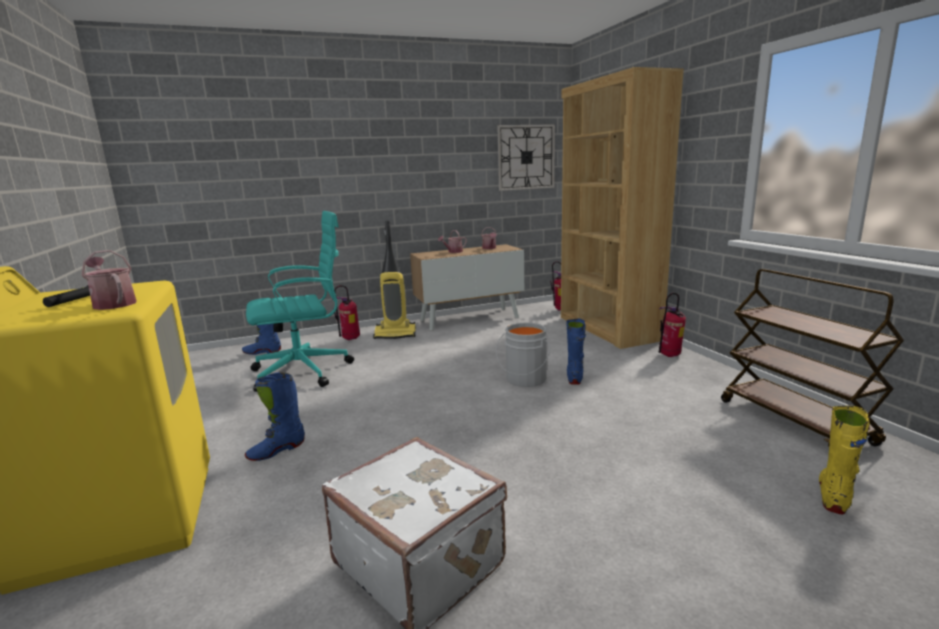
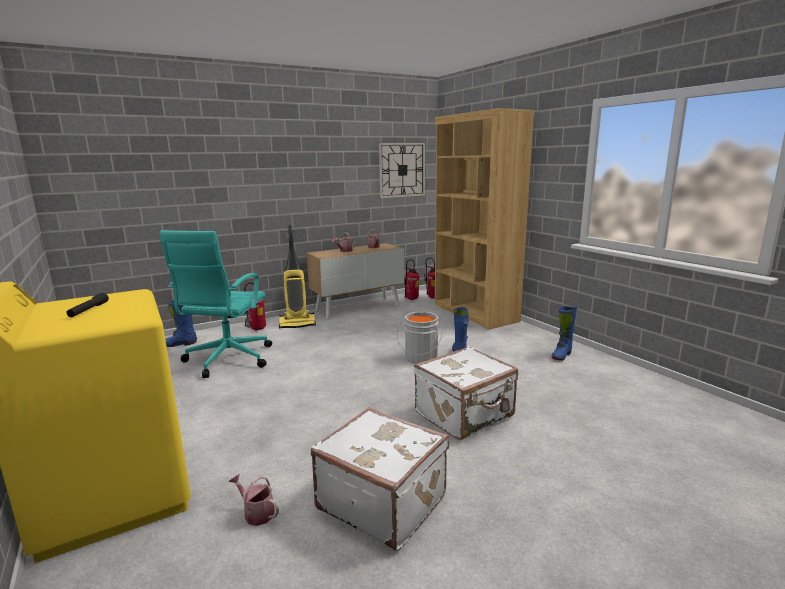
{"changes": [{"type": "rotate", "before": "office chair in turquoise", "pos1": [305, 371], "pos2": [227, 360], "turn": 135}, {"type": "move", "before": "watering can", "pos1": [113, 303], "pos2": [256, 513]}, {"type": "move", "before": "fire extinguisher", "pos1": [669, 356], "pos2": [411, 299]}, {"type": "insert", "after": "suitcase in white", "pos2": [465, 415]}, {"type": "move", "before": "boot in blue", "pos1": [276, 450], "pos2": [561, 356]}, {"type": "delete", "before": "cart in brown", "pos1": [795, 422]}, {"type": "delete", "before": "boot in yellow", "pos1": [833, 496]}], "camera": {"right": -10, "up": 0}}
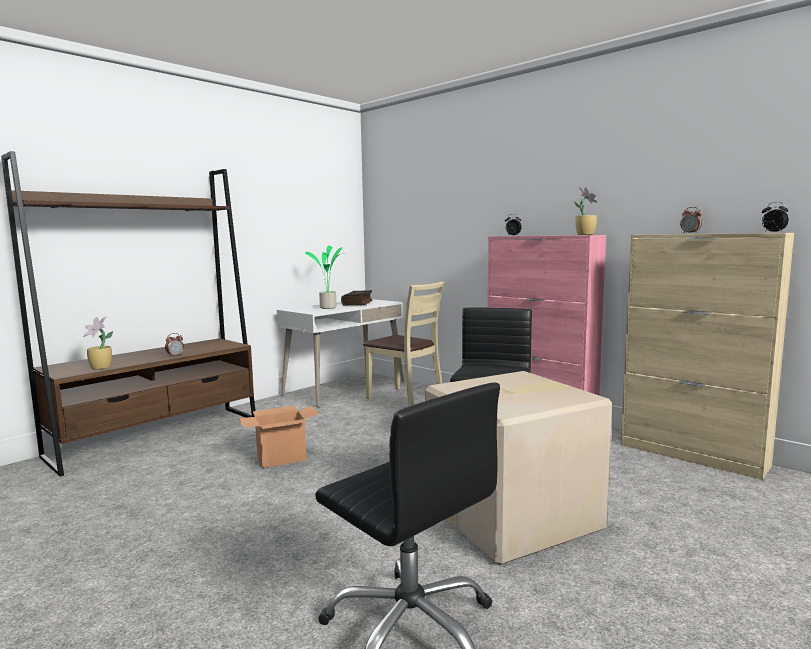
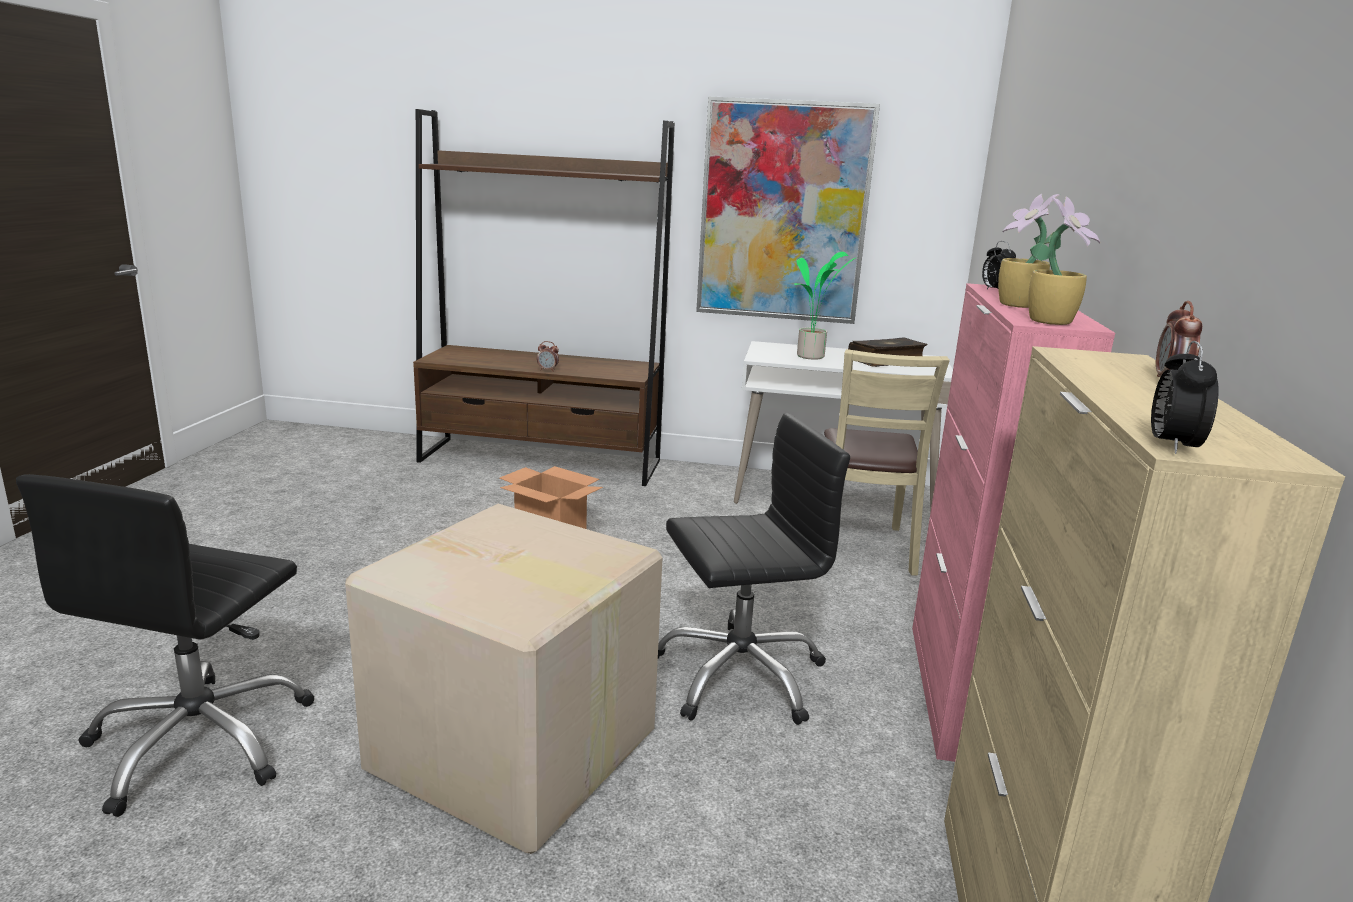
{"changes": [{"type": "insert", "after": "picture", "pos2": [783, 212]}, {"type": "move", "before": "potted plant", "pos1": [101, 368], "pos2": [1018, 305]}], "camera": {"right": 55, "up": 10}}
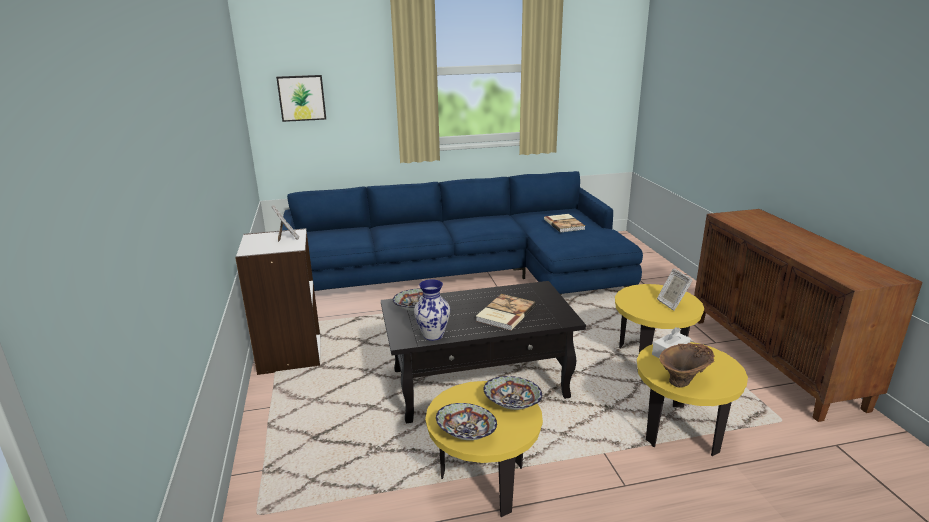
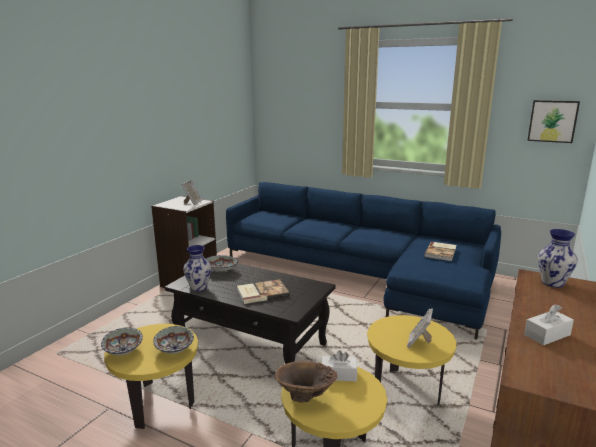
{"changes": [{"type": "insert", "after": "tissue box in white", "pos2": [547, 335]}, {"type": "move", "before": "picture", "pos1": [302, 98], "pos2": [552, 121]}, {"type": "insert", "after": "vase", "pos2": [552, 283]}], "camera": {"right": 40, "up": -5}}
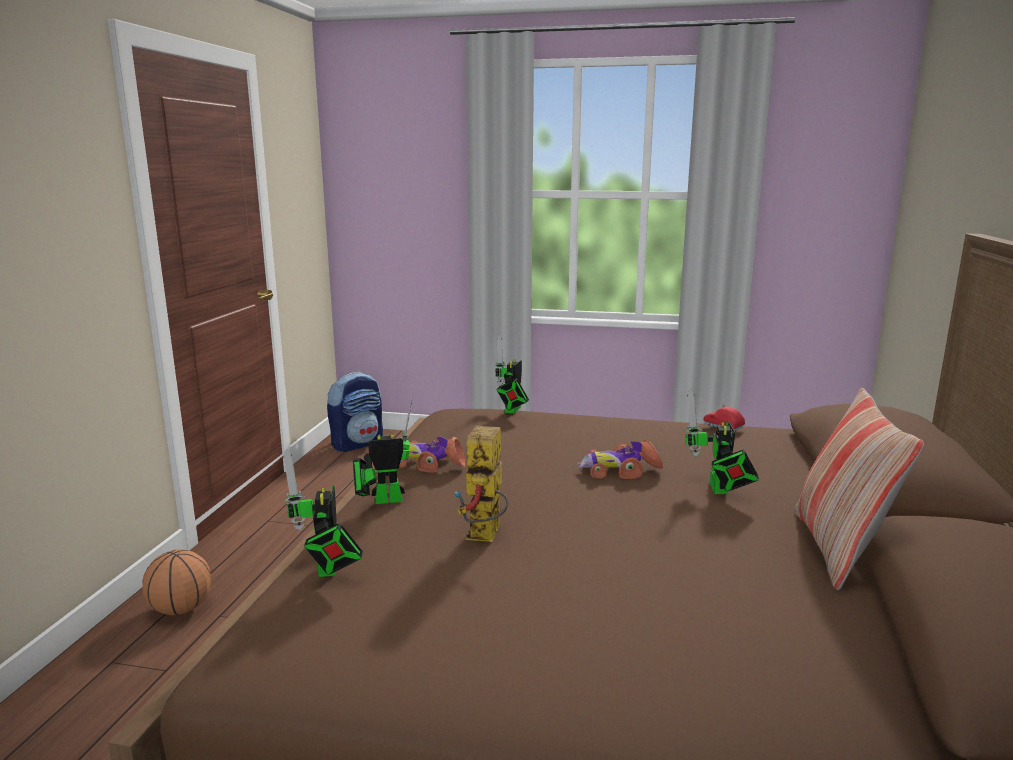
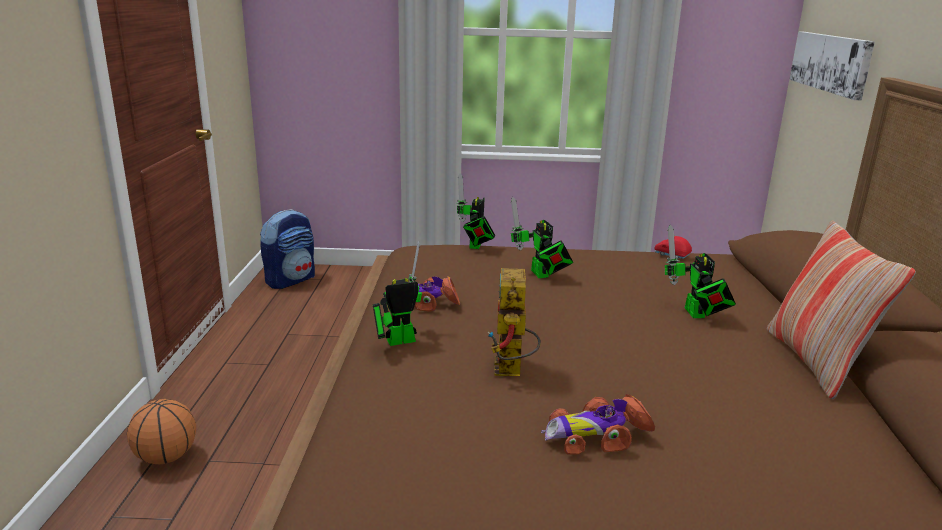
{"changes": [{"type": "move", "before": "toy robot", "pos1": [327, 570], "pos2": [541, 275]}, {"type": "move", "before": "toy car", "pos1": [619, 470], "pos2": [595, 436]}, {"type": "insert", "after": "picture", "pos2": [830, 63]}], "camera": {"right": -10, "up": 5}}
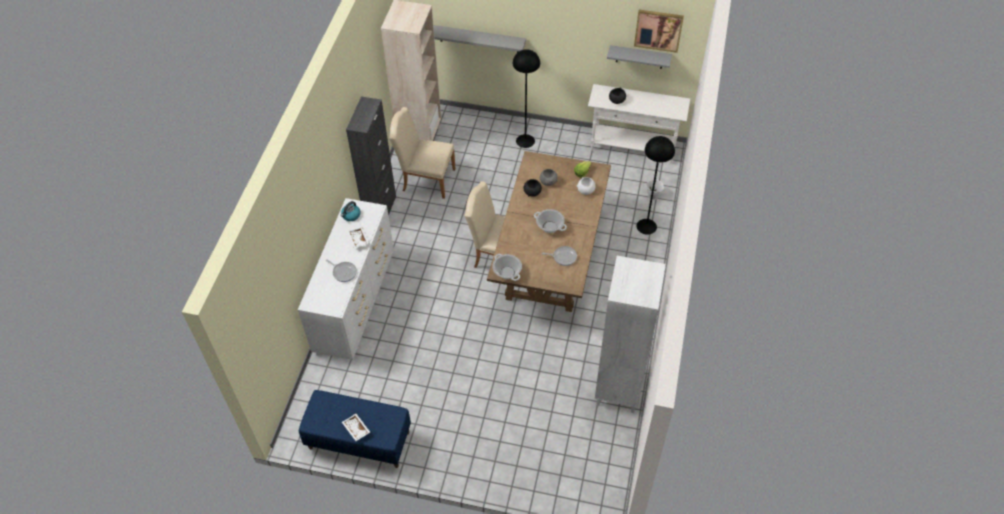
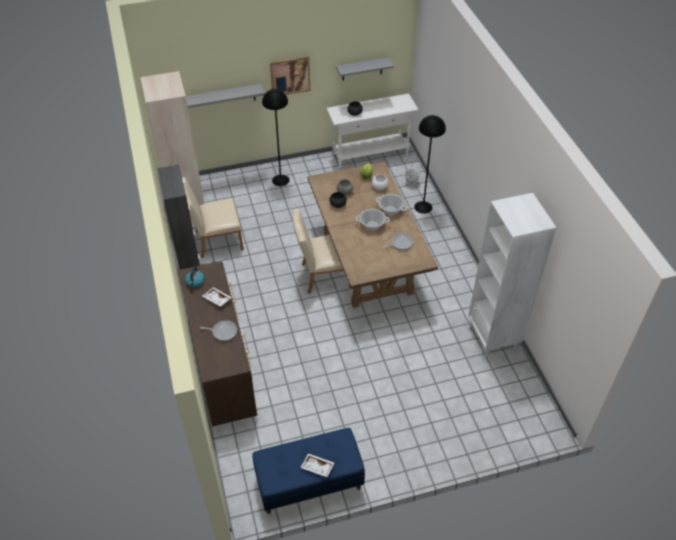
{"changes": [{"type": "recolor", "before": "dresser in white", "after": "dresser in brown", "pos1": [355, 302], "pos2": [222, 366]}, {"type": "move", "before": "picture", "pos1": [658, 30], "pos2": [290, 75]}, {"type": "move", "before": "cooking pot", "pos1": [507, 272], "pos2": [390, 210]}], "camera": {"right": -30, "up": -5}}
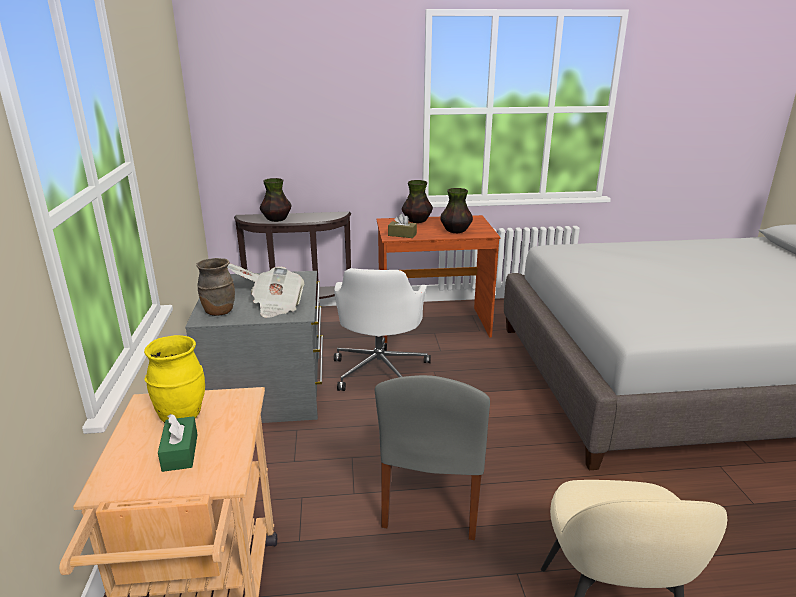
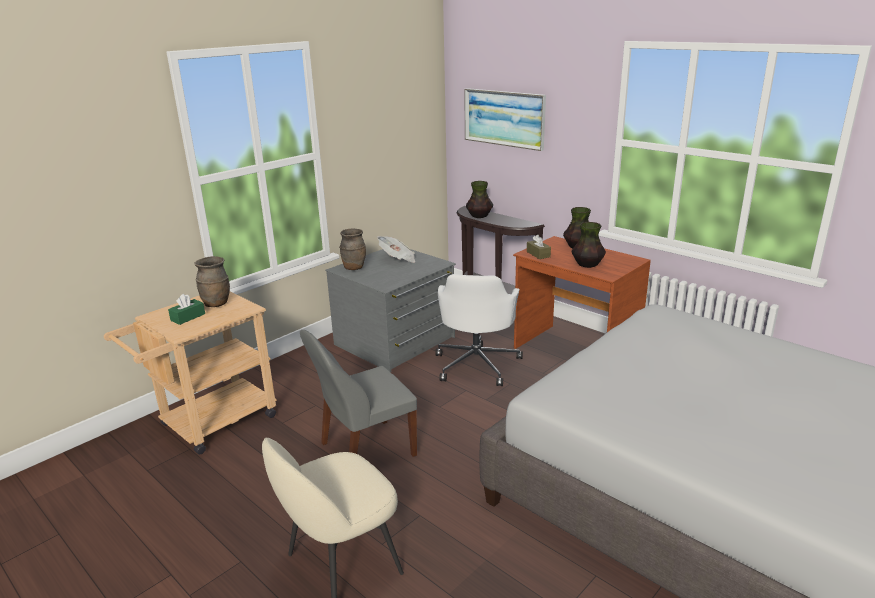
{"changes": [{"type": "recolor", "before": "vase in yellow", "after": "vase in brown", "pos1": [181, 415], "pos2": [217, 304]}, {"type": "rotate", "before": "office chair in white", "pos1": [380, 369], "pos2": [477, 364], "turn": -45}, {"type": "insert", "after": "picture", "pos2": [504, 118]}, {"type": "delete", "before": "newspaper", "pos1": [278, 306]}], "camera": {"right": 50, "up": 0}}
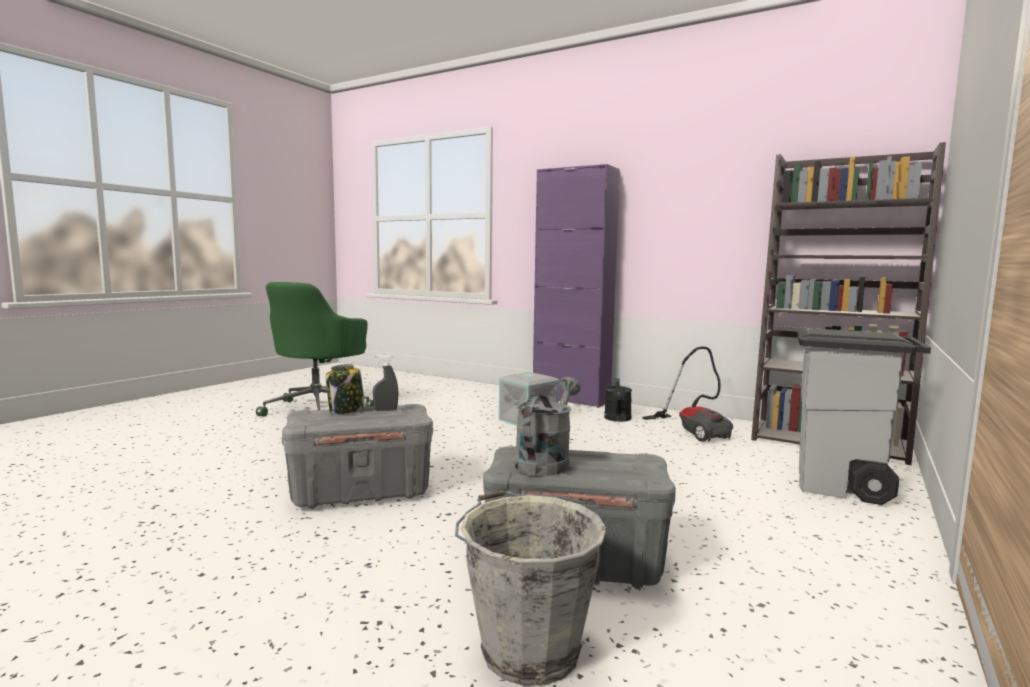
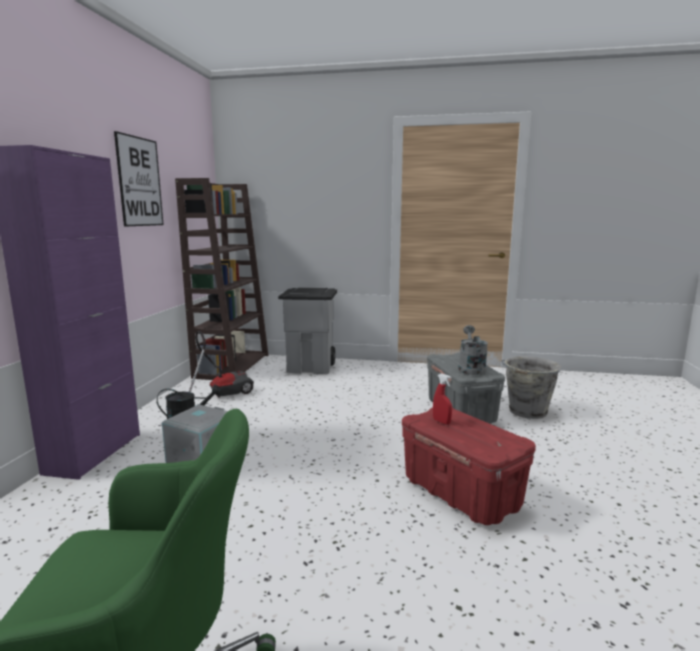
{"changes": [{"type": "insert", "after": "picture", "pos2": [140, 182]}, {"type": "recolor", "before": "storage box in grey", "after": "storage box in red", "pos1": [362, 492], "pos2": [460, 493]}, {"type": "recolor", "before": "spray bottle in grey", "after": "spray bottle in red", "pos1": [385, 410], "pos2": [441, 422]}, {"type": "rotate", "before": "watering can in grey", "pos1": [546, 461], "pos2": [471, 368], "turn": 90}, {"type": "delete", "before": "jar", "pos1": [346, 411]}], "camera": {"right": -110, "up": 5}}
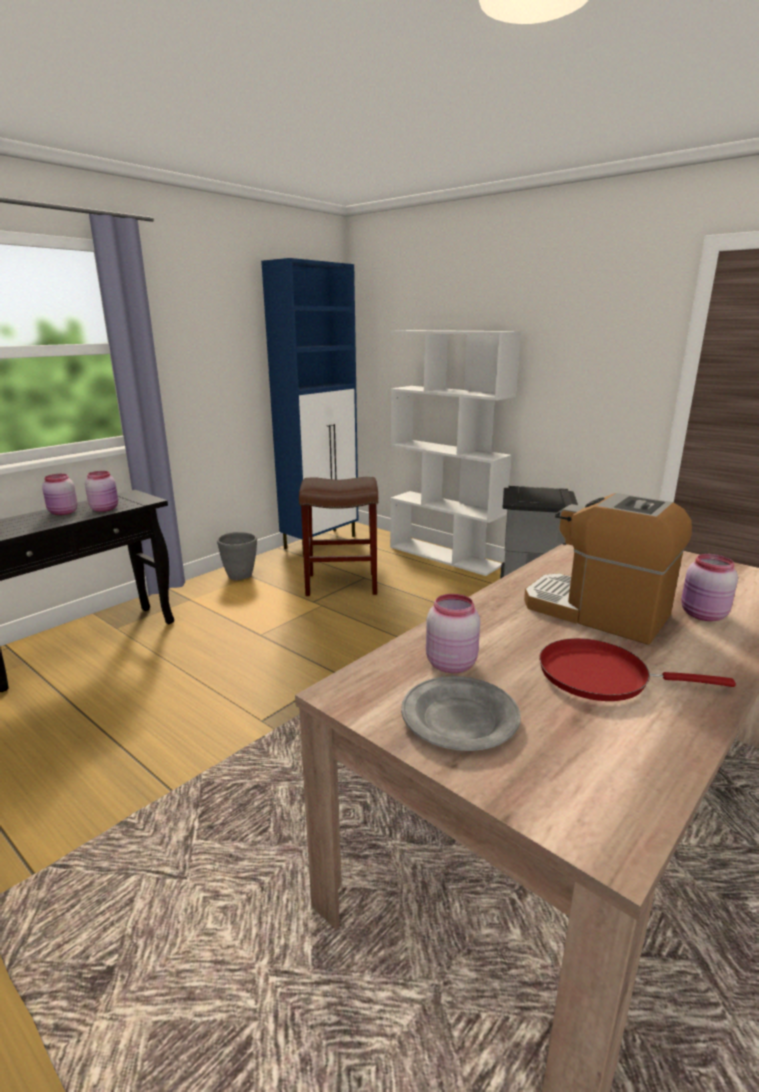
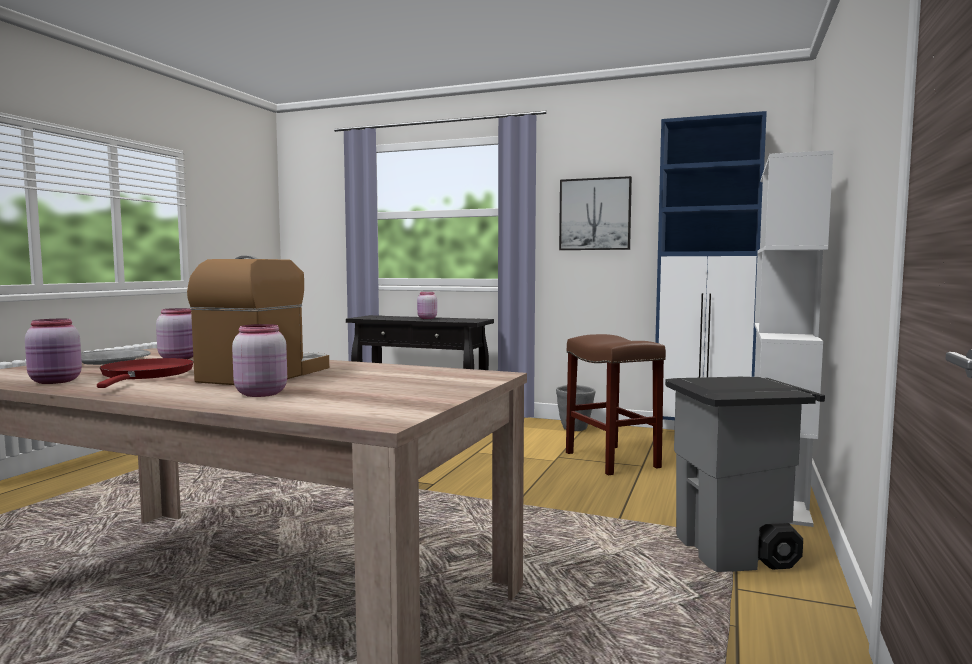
{"changes": [{"type": "move", "before": "jar in pink", "pos1": [105, 509], "pos2": [56, 381]}, {"type": "insert", "after": "picture", "pos2": [595, 214]}], "camera": {"right": 70, "up": -15}}
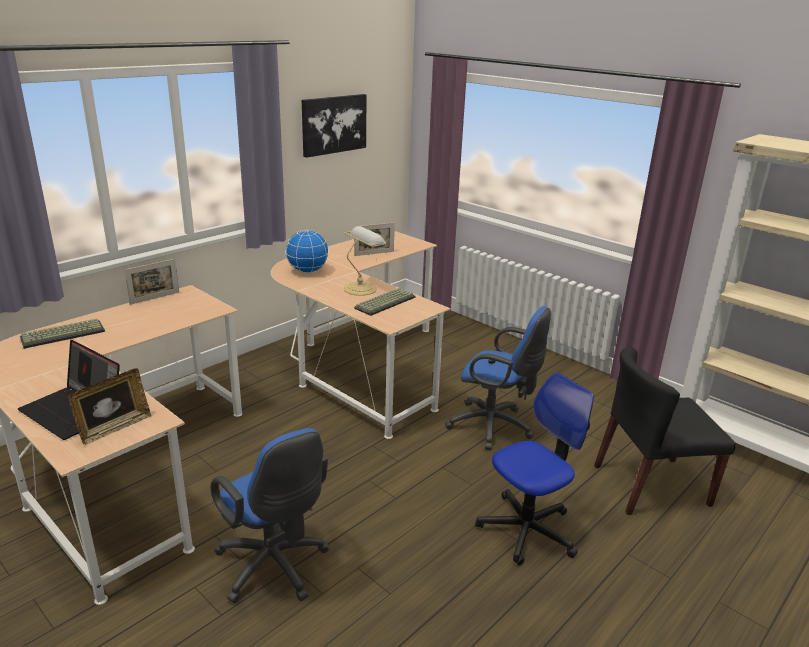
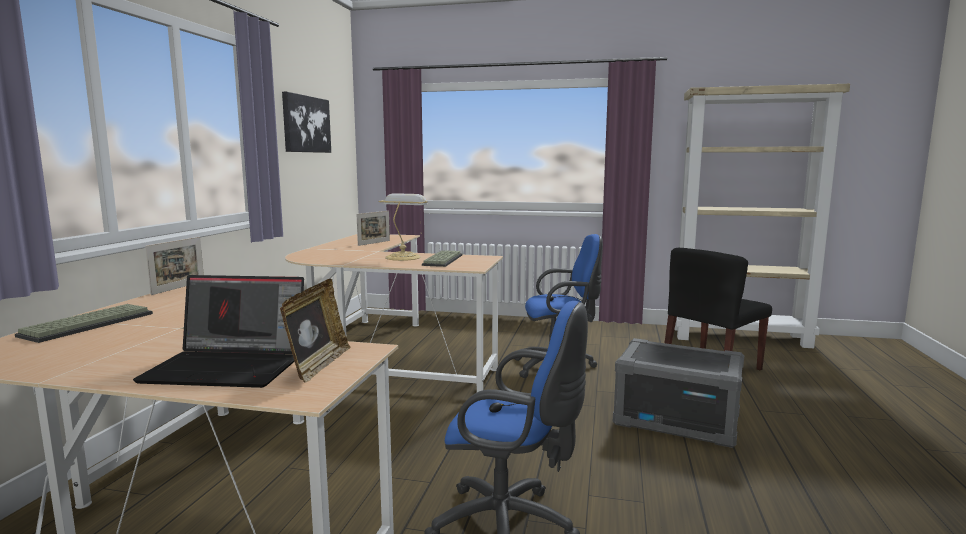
{"changes": [{"type": "replace", "before": "office chair", "after": "storage box in grey", "pos1": [527, 530], "pos2": [677, 419]}, {"type": "delete", "before": "globe", "pos1": [307, 271]}], "camera": {"right": -30, "up": -15}}
